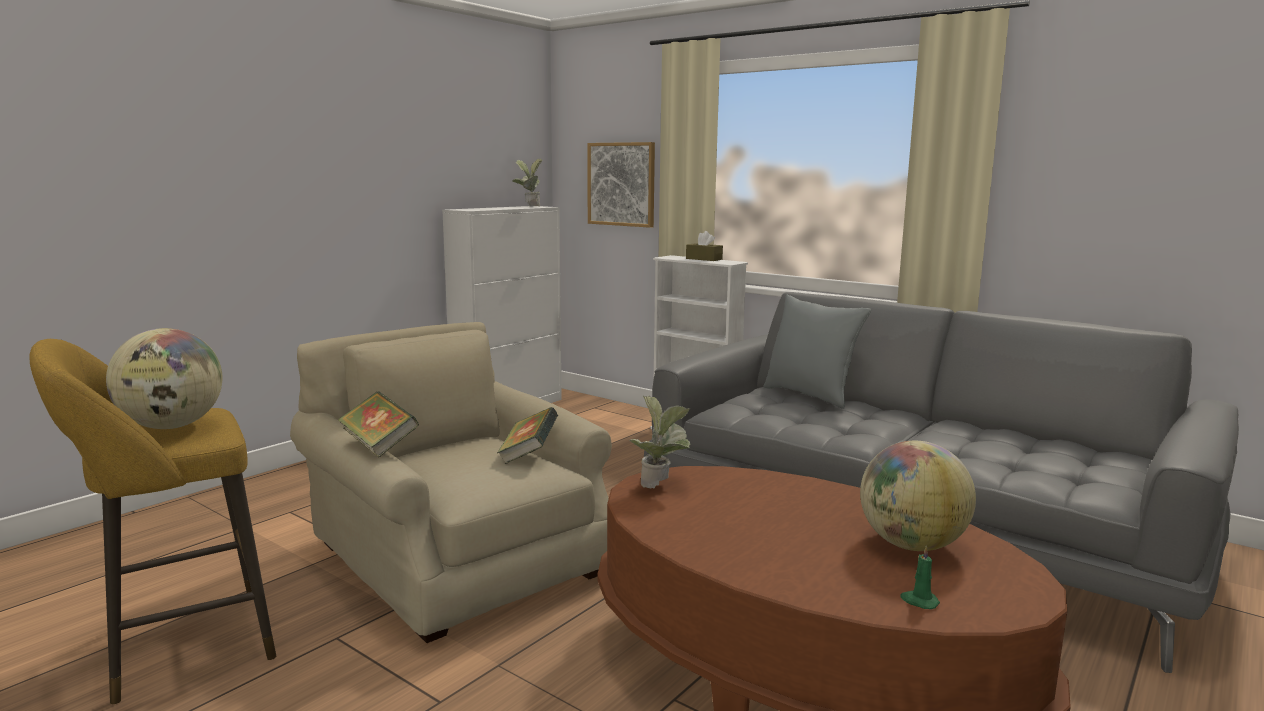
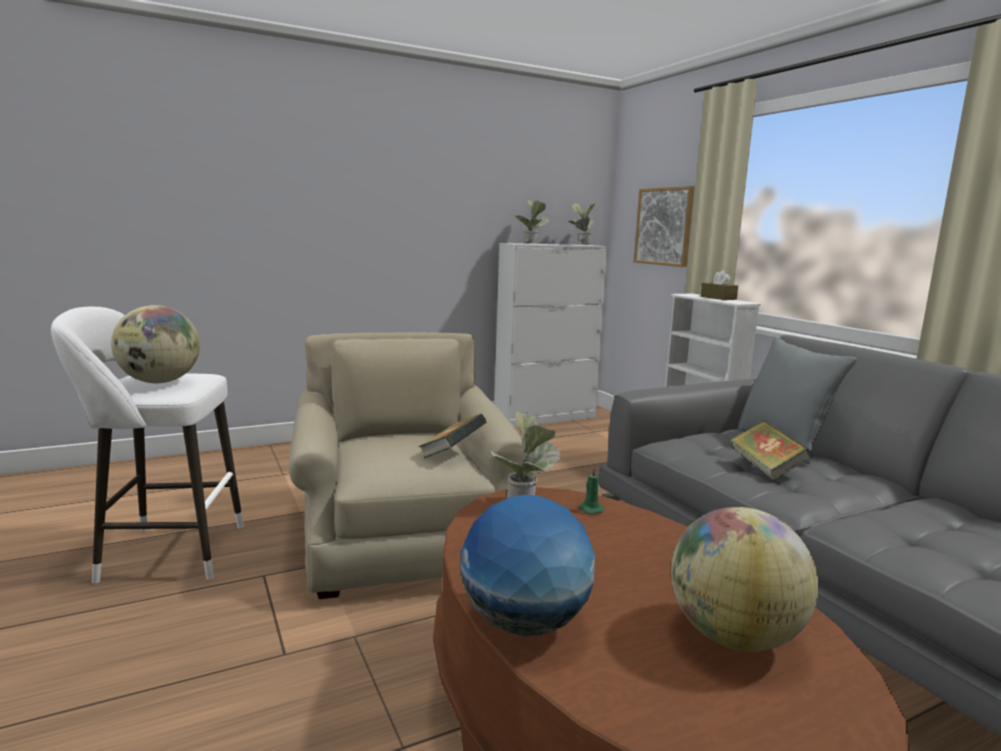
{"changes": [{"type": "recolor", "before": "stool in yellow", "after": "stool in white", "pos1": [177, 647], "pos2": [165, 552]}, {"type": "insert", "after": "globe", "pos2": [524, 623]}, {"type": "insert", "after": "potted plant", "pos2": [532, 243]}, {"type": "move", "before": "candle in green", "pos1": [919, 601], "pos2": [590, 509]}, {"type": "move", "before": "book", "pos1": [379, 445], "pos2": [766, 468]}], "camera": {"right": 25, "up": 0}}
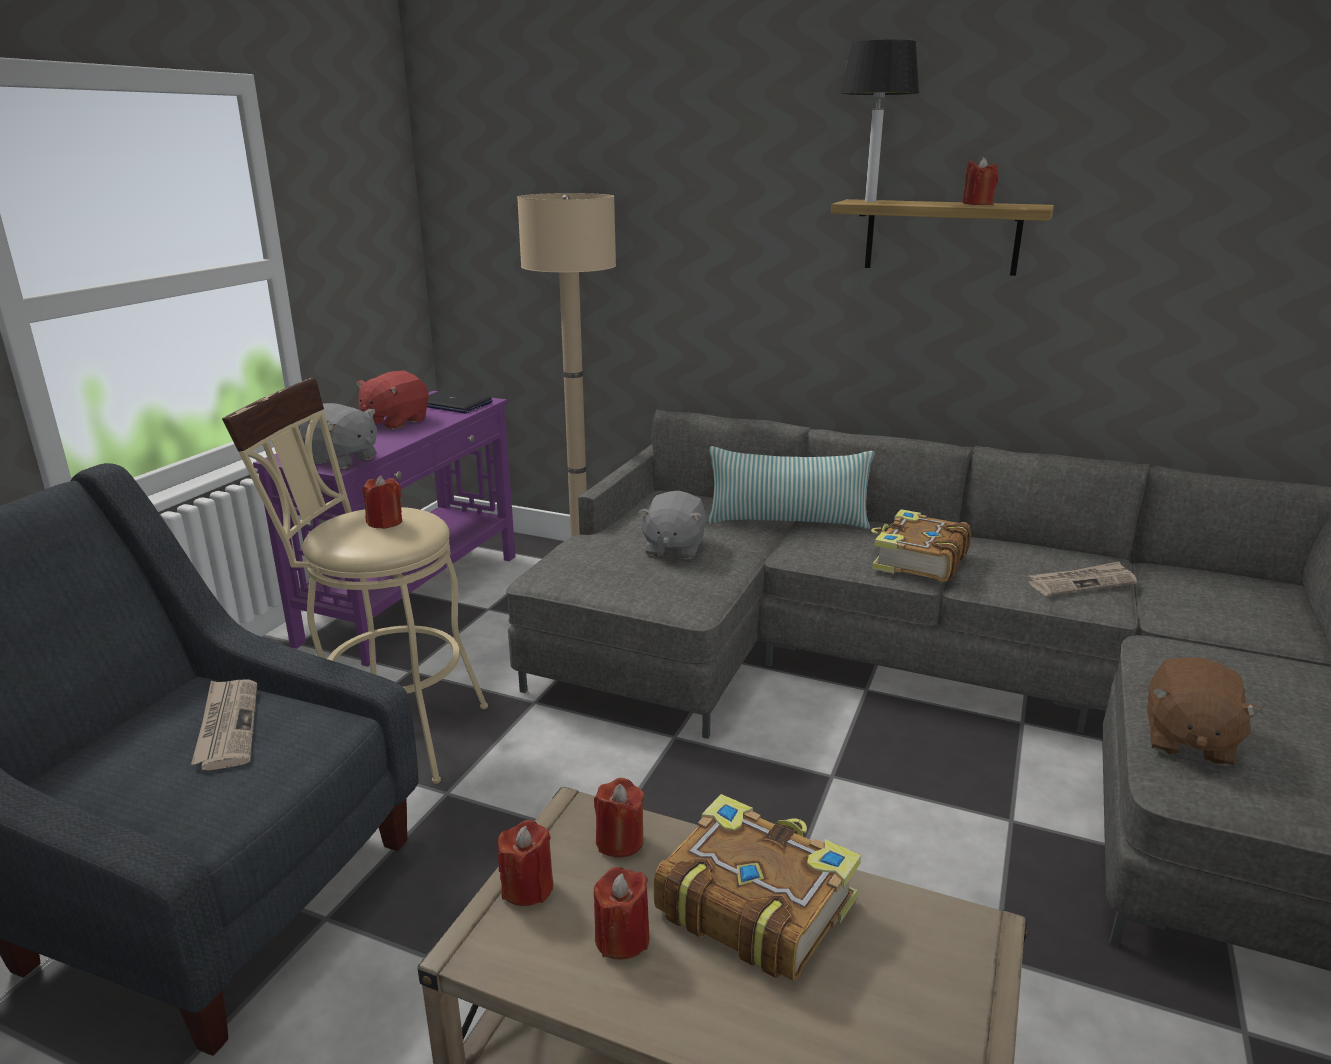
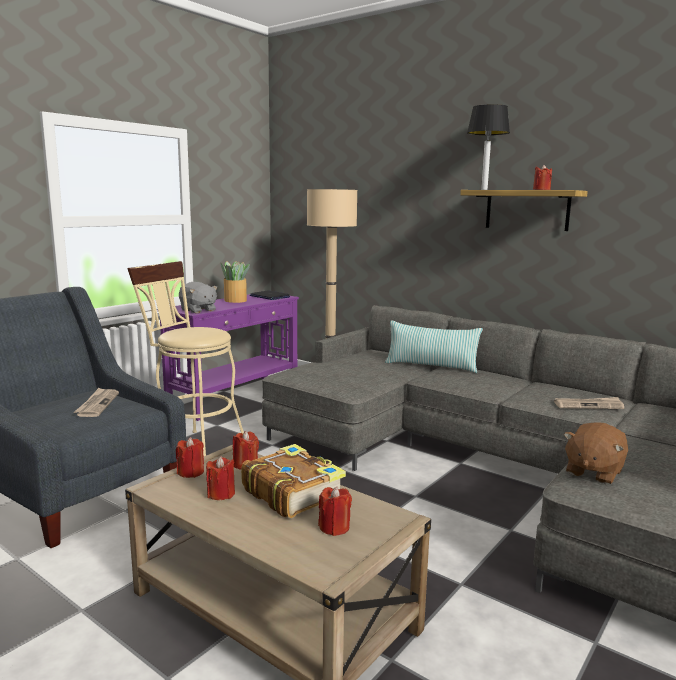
{"changes": [{"type": "replace", "before": "plush toy in red", "after": "potted plant", "pos1": [395, 422], "pos2": [235, 300]}, {"type": "move", "before": "candle in red", "pos1": [385, 522], "pos2": [334, 527]}, {"type": "delete", "before": "plush toy in grey", "pos1": [673, 548]}, {"type": "delete", "before": "book", "pos1": [918, 561]}], "camera": {"right": 15, "up": -10}}
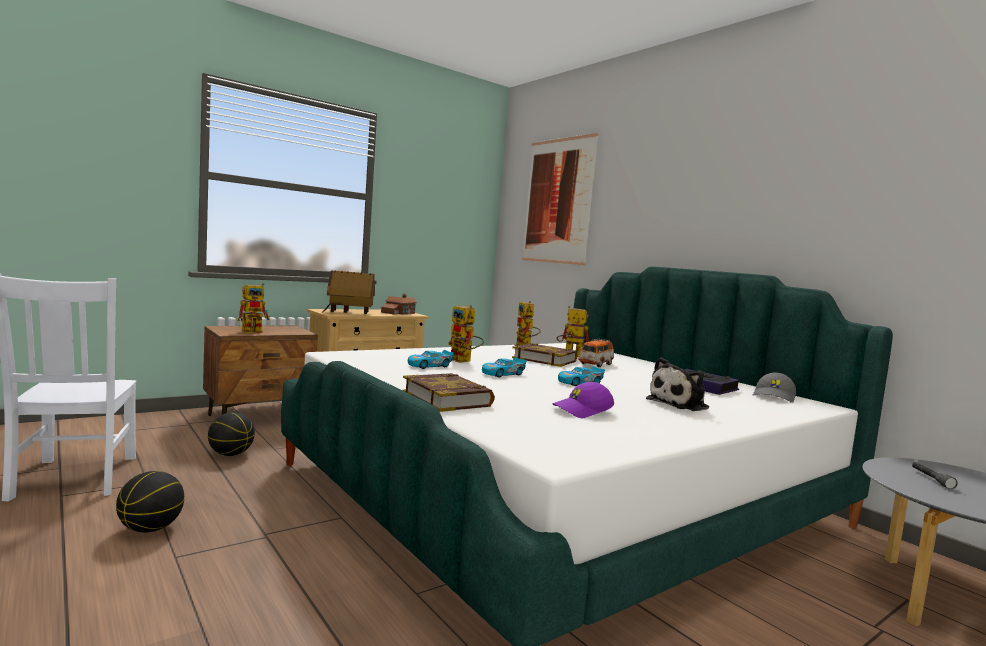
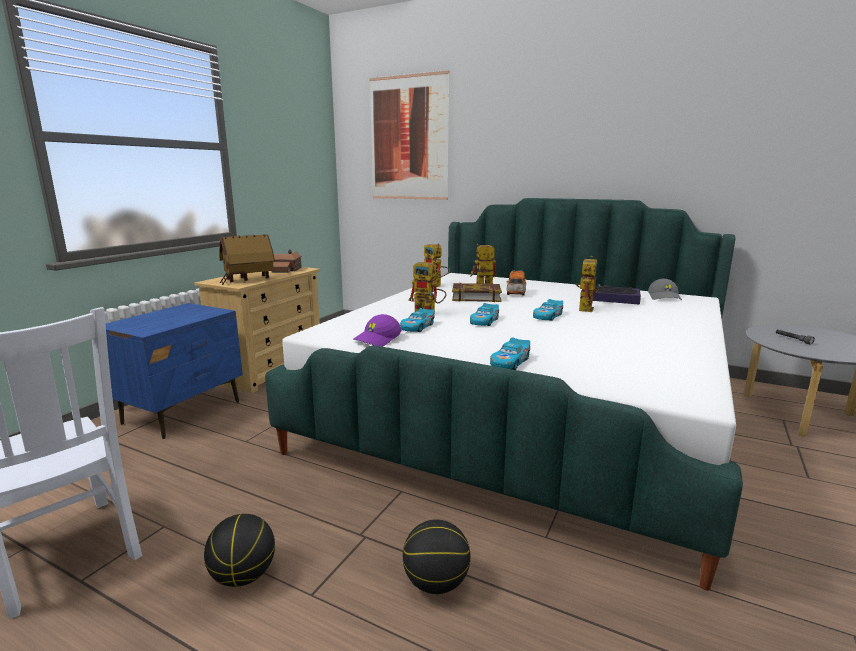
{"changes": [{"type": "recolor", "before": "nightstand in brown", "after": "nightstand in blue", "pos1": [259, 419], "pos2": [183, 412]}, {"type": "move", "before": "cap in purple", "pos1": [582, 411], "pos2": [378, 340]}, {"type": "move", "before": "basketball", "pos1": [230, 454], "pos2": [436, 583]}, {"type": "replace", "before": "book", "after": "toy car", "pos1": [447, 399], "pos2": [510, 362]}, {"type": "move", "before": "toy robot", "pos1": [255, 331], "pos2": [584, 308]}, {"type": "delete", "before": "plush toy", "pos1": [680, 404]}], "camera": {"right": -25, "up": 10}}
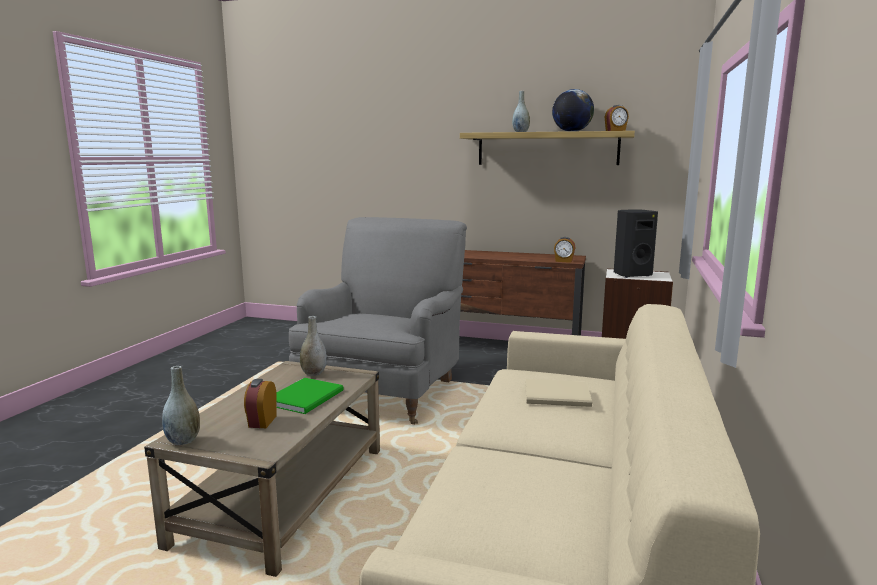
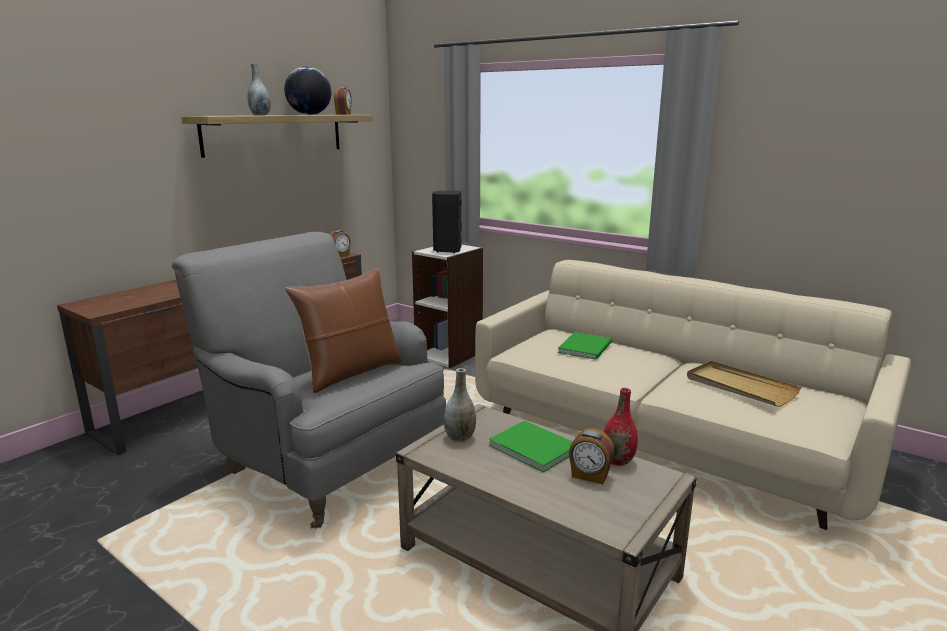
{"changes": [{"type": "insert", "after": "pillow in brown", "pos2": [351, 372]}, {"type": "recolor", "before": "book in beige", "after": "book in green", "pos1": [559, 396], "pos2": [587, 347]}, {"type": "insert", "after": "vase in red", "pos2": [617, 460]}, {"type": "insert", "after": "tray in beige", "pos2": [740, 387]}, {"type": "delete", "before": "vase in grey", "pos1": [183, 441]}], "camera": {"right": -70, "up": 5}}
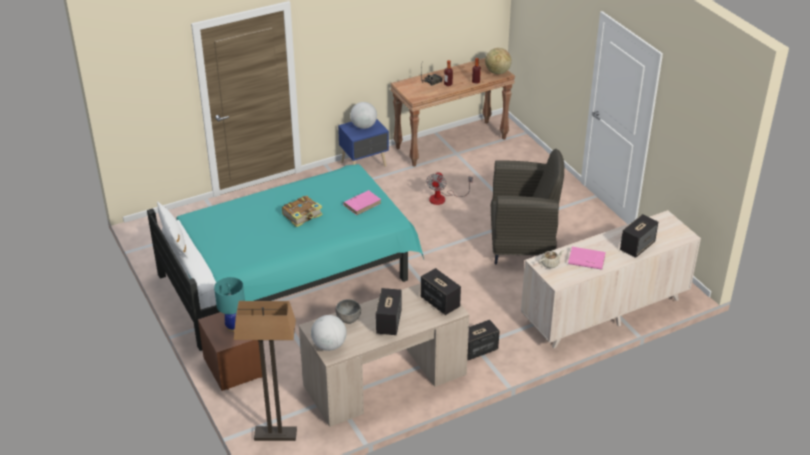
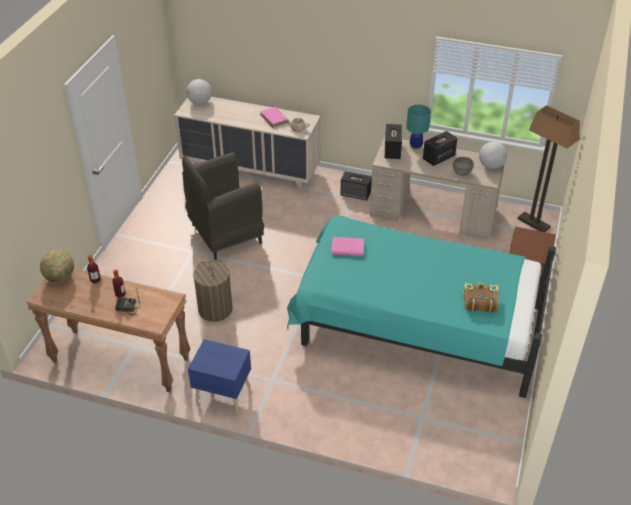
{"changes": [{"type": "rotate", "before": "armchair in grey", "pos1": [522, 245], "pos2": [225, 235], "turn": -75}, {"type": "move", "before": "globe", "pos1": [363, 126], "pos2": [200, 102]}, {"type": "replace", "before": "fan", "after": "laundry basket", "pos1": [443, 198], "pos2": [215, 309]}, {"type": "move", "before": "table lamp in turquoise", "pos1": [233, 327], "pos2": [415, 146]}, {"type": "move", "before": "book", "pos1": [303, 215], "pos2": [479, 301]}, {"type": "delete", "before": "pillow in white", "pos1": [174, 241]}, {"type": "delete", "before": "speaker", "pos1": [637, 246]}], "camera": {"right": -135, "up": 5}}
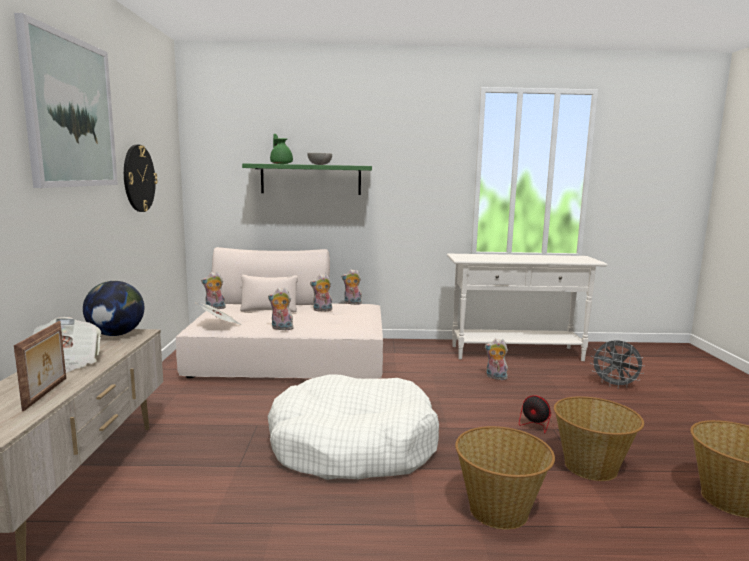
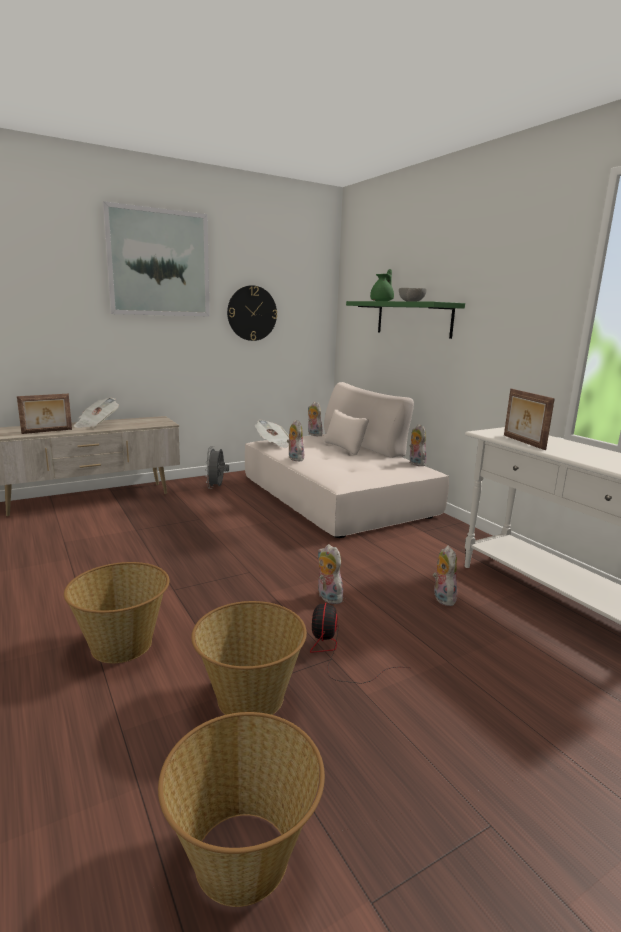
{"changes": [{"type": "move", "before": "fan in grey", "pos1": [615, 385], "pos2": [216, 487]}, {"type": "move", "before": "plush toy", "pos1": [322, 310], "pos2": [327, 597]}, {"type": "insert", "after": "picture frame", "pos2": [522, 442]}, {"type": "delete", "before": "globe", "pos1": [116, 334]}, {"type": "delete", "before": "dog bed in white", "pos1": [352, 446]}], "camera": {"right": 60, "up": 5}}
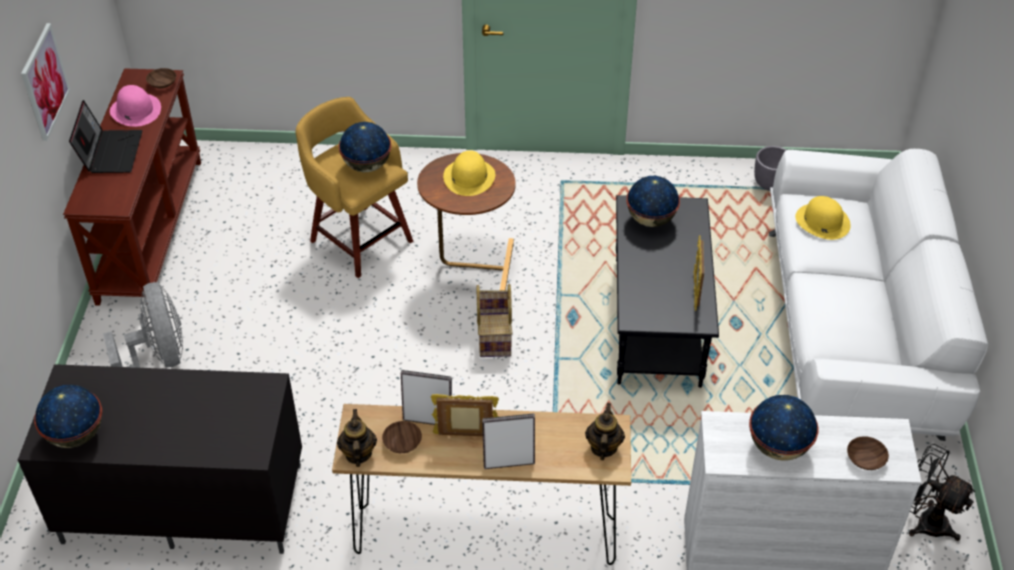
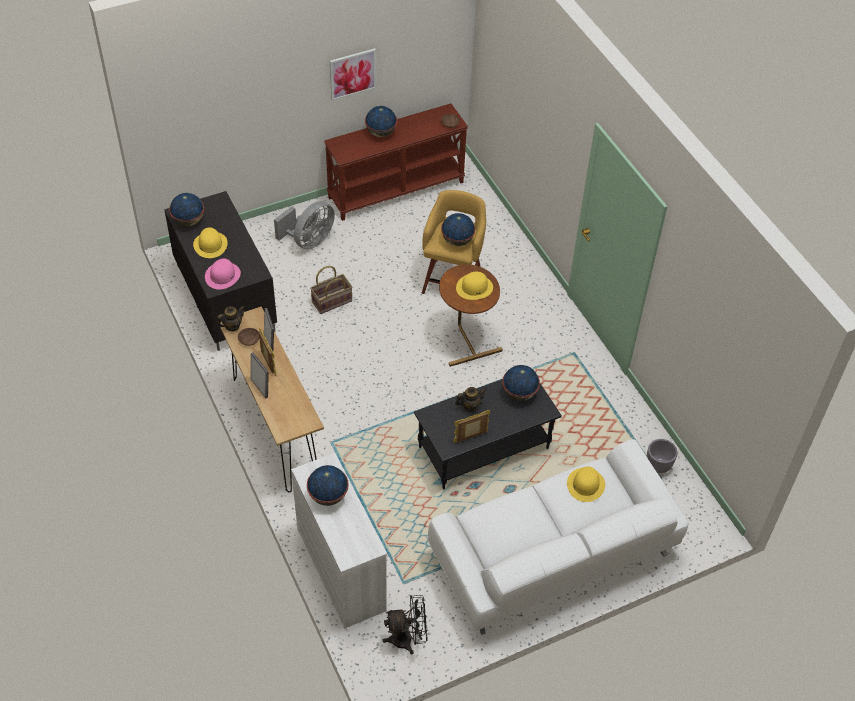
{"changes": [{"type": "insert", "after": "hat in yellow", "pos2": [210, 244]}, {"type": "move", "before": "hat in pink", "pos1": [135, 110], "pos2": [222, 275]}, {"type": "move", "before": "basket", "pos1": [493, 335], "pos2": [332, 301]}, {"type": "replace", "before": "laptop", "after": "globe", "pos1": [110, 152], "pos2": [381, 133]}, {"type": "rotate", "before": "fan in black", "pos1": [924, 521], "pos2": [407, 639], "turn": 75}, {"type": "move", "before": "teapot", "pos1": [603, 447], "pos2": [470, 405]}, {"type": "delete", "before": "bowl in brown", "pos1": [864, 459]}], "camera": {"right": 60, "up": 5}}
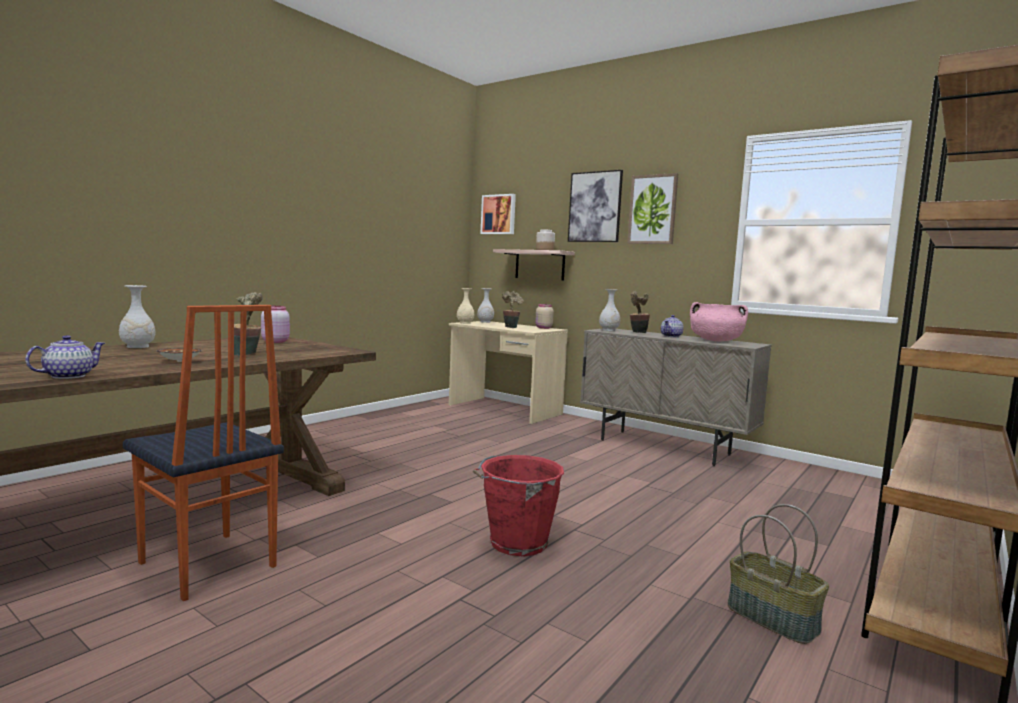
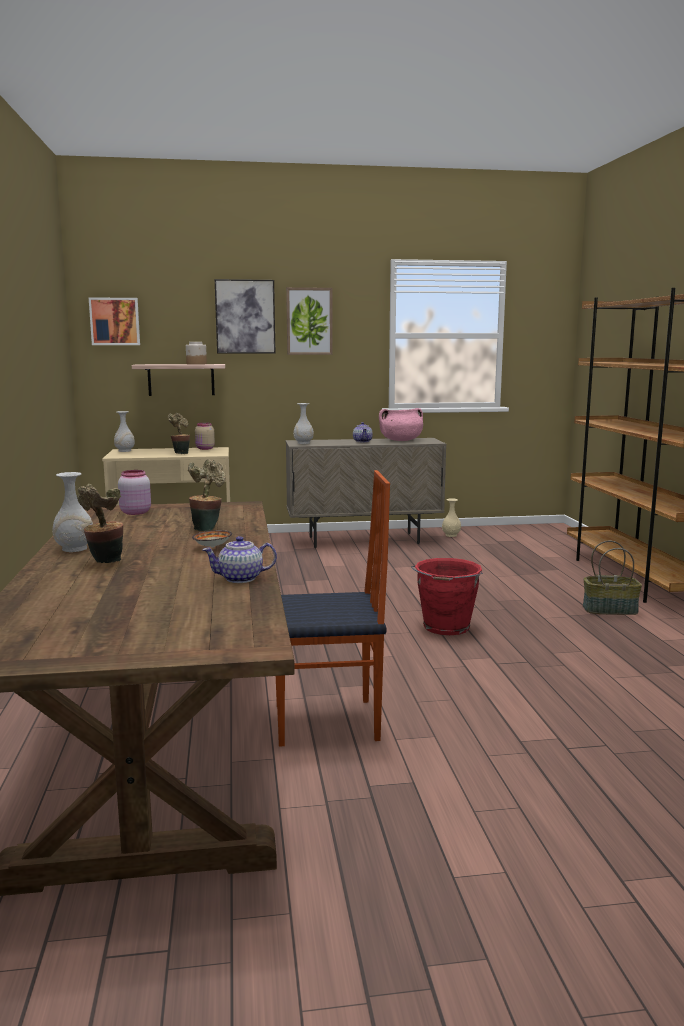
{"changes": [{"type": "move", "before": "potted plant", "pos1": [637, 333], "pos2": [104, 562]}, {"type": "rotate", "before": "teapot", "pos1": [67, 376], "pos2": [241, 578], "turn": -90}, {"type": "move", "before": "vase in beige", "pos1": [465, 323], "pos2": [451, 535]}], "camera": {"right": -45, "up": 5}}
